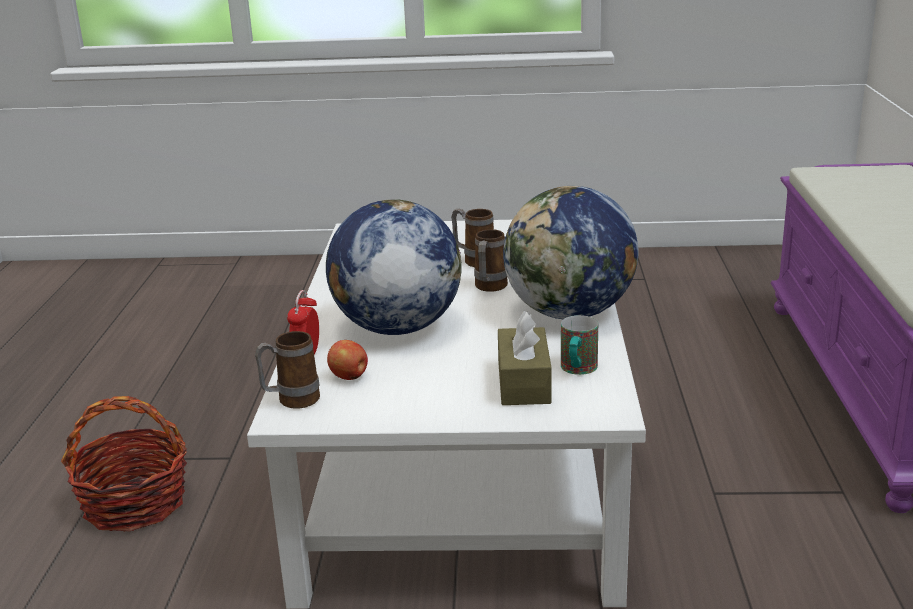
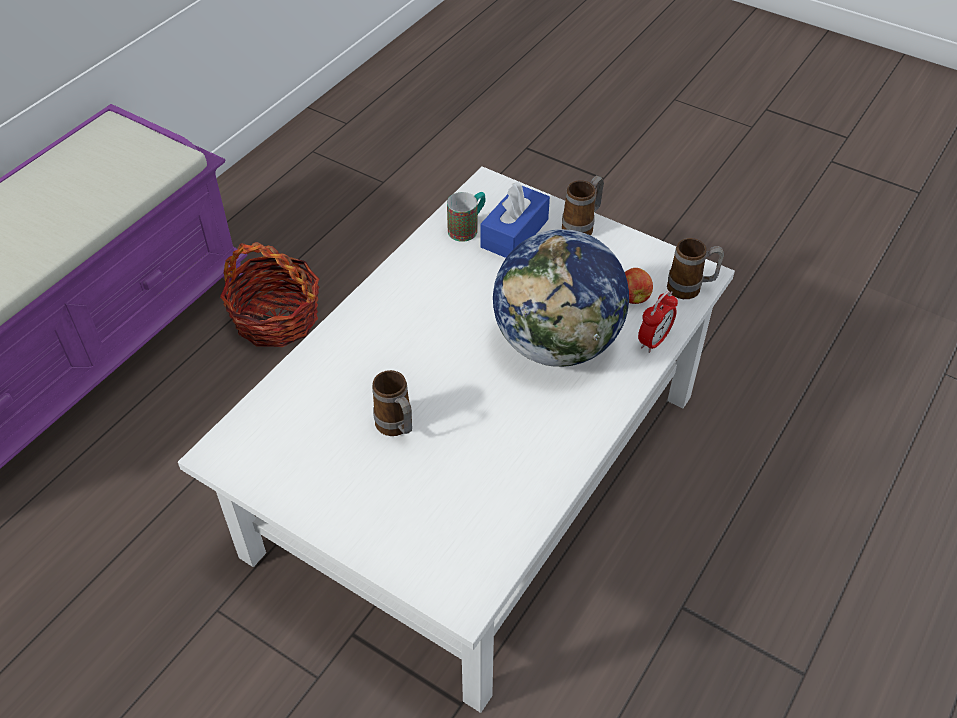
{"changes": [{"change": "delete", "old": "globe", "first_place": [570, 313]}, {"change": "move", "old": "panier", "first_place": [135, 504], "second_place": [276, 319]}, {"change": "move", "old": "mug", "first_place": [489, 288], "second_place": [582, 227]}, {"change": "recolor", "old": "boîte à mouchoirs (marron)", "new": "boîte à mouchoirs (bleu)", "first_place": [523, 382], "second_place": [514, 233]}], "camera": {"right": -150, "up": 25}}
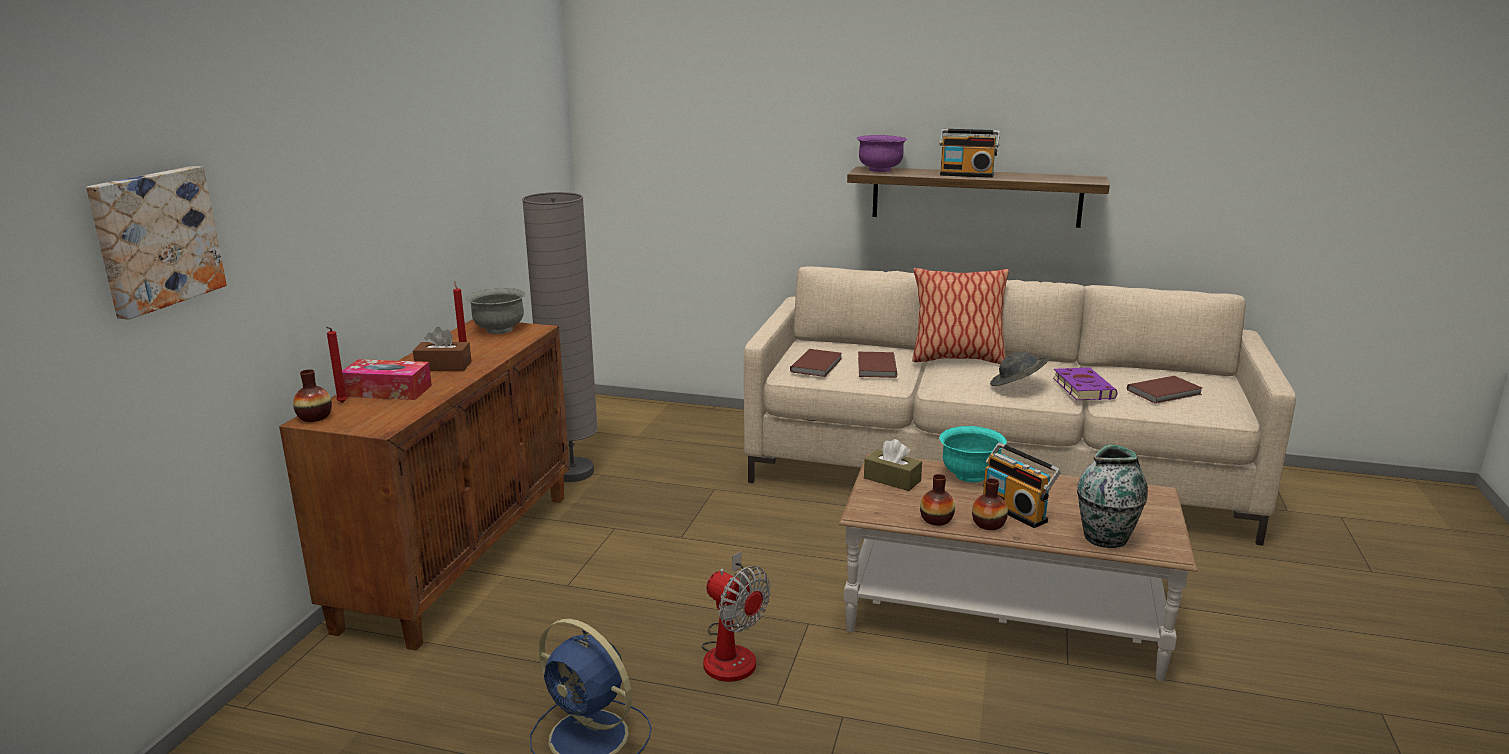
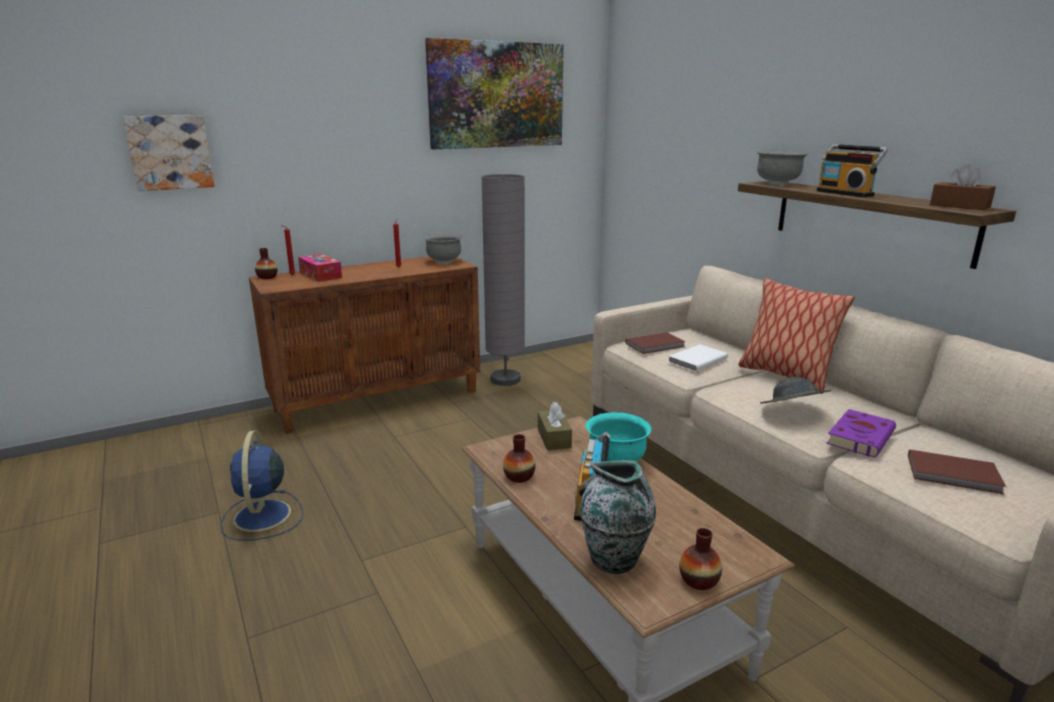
{"changes": [{"change": "delete", "old": "ventilateur", "first_place": [732, 652]}, {"change": "insert", "new": "tableau", "second_place": [497, 95]}, {"change": "move", "old": "boîte à mouchoirs (marron)", "first_place": [443, 366], "second_place": [959, 206]}, {"change": "move", "old": "vase", "first_place": [988, 524], "second_place": [699, 580]}, {"change": "recolor", "old": "bol (violet)", "new": "bol (gris)", "first_place": [880, 170], "second_place": [778, 183]}, {"change": "recolor", "old": "livre (marron)", "new": "livre (blanc)", "first_place": [875, 367], "second_place": [696, 360]}], "camera": {"right": 45, "up": 0}}
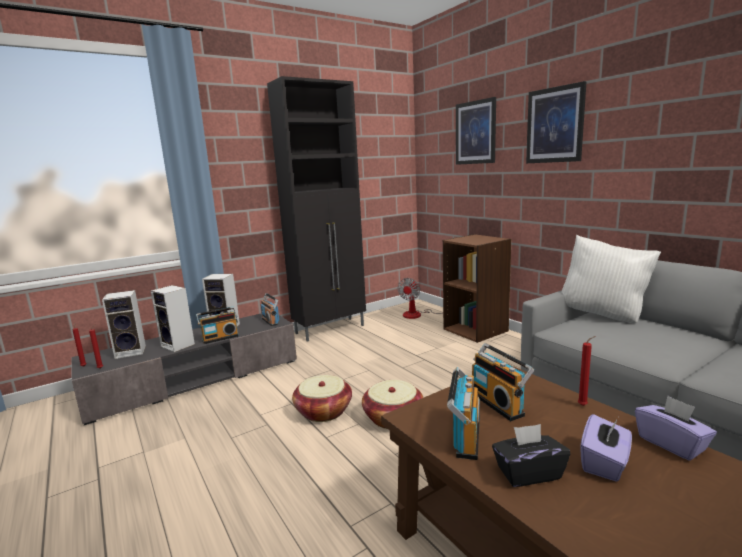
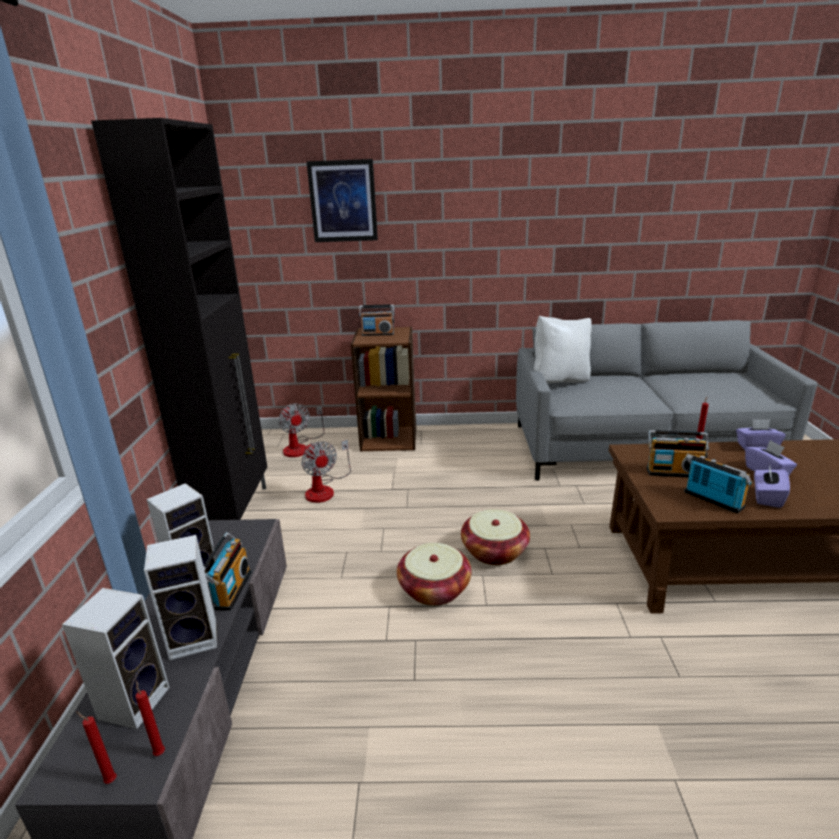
{"changes": [{"change": "delete", "old": "tableau", "first_place": [555, 125]}, {"change": "insert", "new": "ventilateur", "second_place": [325, 489]}, {"change": "move", "old": "radio", "first_place": [270, 321], "second_place": [378, 334]}, {"change": "recolor", "old": "boîte à mouchoirs (noir)", "new": "boîte à mouchoirs (violet)", "first_place": [528, 473], "second_place": [767, 497]}], "camera": {"right": -55, "up": 10}}
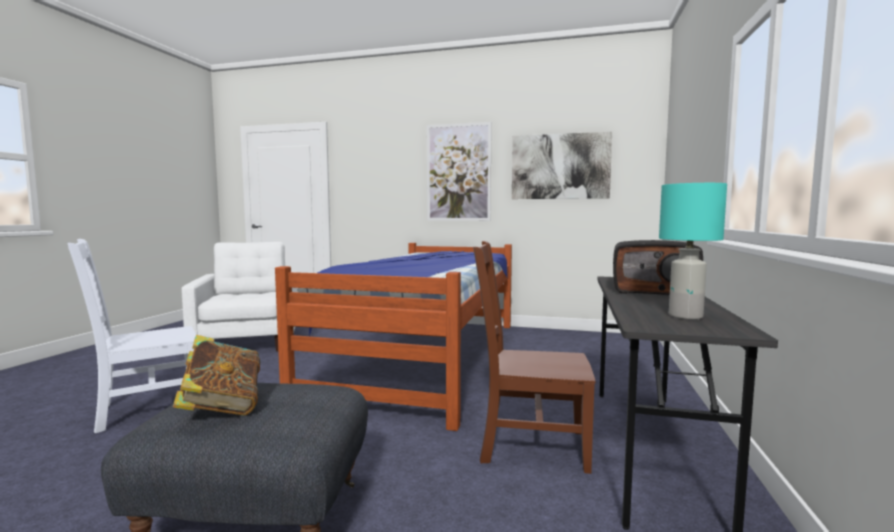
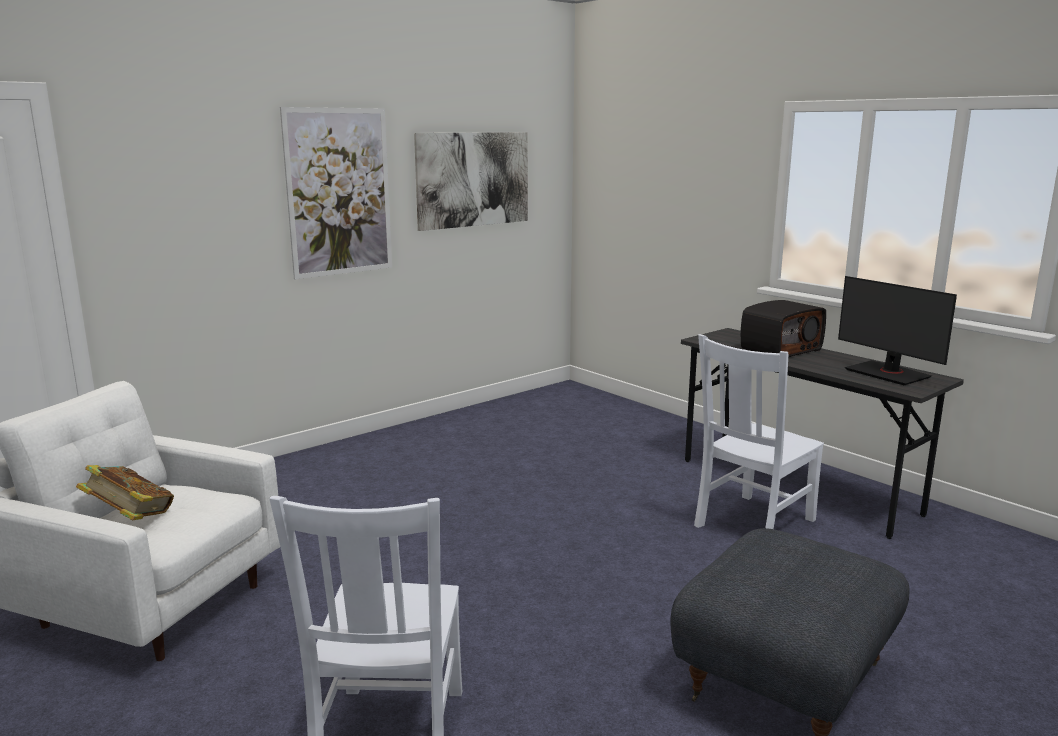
{"changes": [{"change": "delete", "old": "lit", "first_place": [424, 357]}, {"change": "move", "old": "livre", "first_place": [222, 408], "second_place": [130, 519]}, {"change": "replace", "old": "lampe de table (turquoise)", "new": "écran d'ordinateur", "first_place": [686, 316], "second_place": [888, 373]}, {"change": "recolor", "old": "chaise (marron)", "new": "chaise (blanc)", "first_place": [529, 445], "second_place": [752, 524]}], "camera": {"right": -55, "up": 10}}
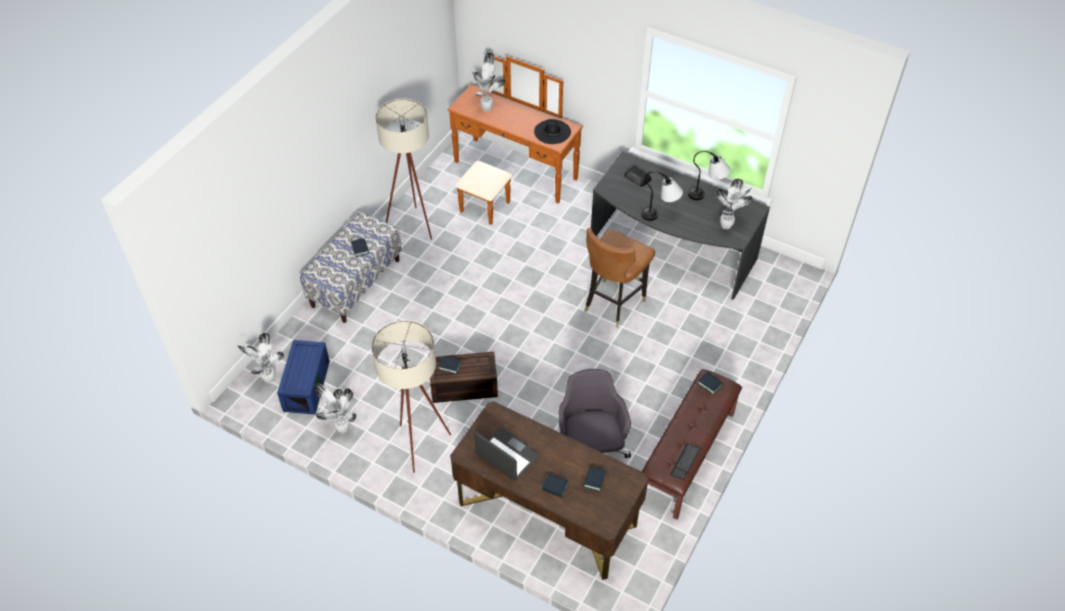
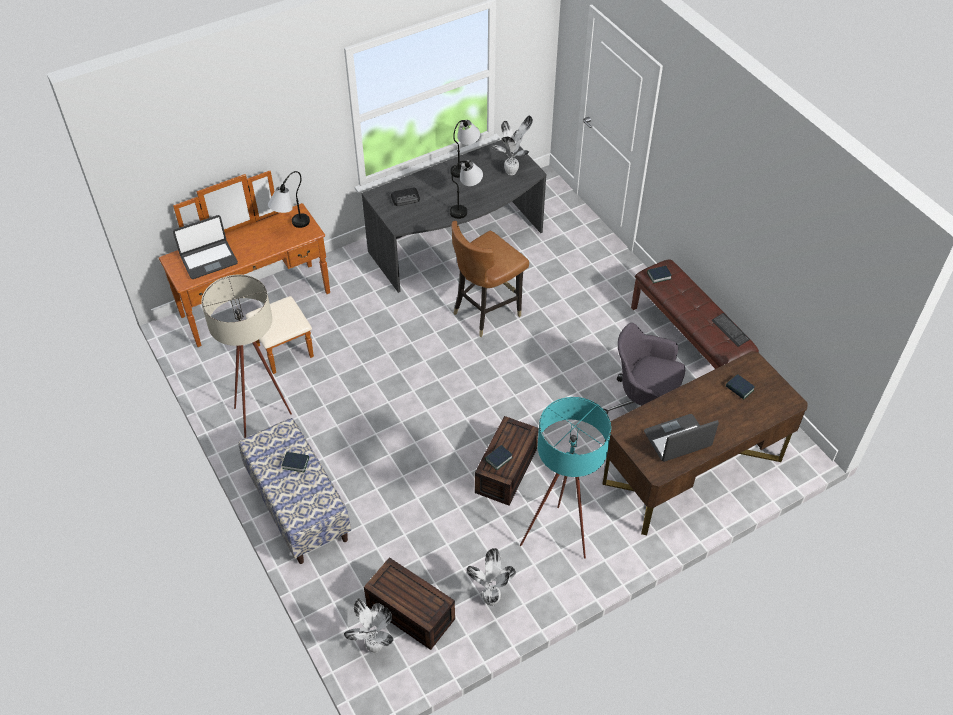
{"changes": [{"change": "delete", "old": "livre", "first_place": [555, 487]}, {"change": "replace", "old": "plante en pot", "new": "ordinateur portable", "first_place": [487, 108], "second_place": [209, 260]}, {"change": "replace", "old": "chapeau (noir)", "new": "lampe de table", "first_place": [552, 132], "second_place": [291, 227]}, {"change": "recolor", "old": "boîte de rangement (bleu)", "new": "boîte de rangement (marron)", "first_place": [306, 385], "second_place": [409, 612]}, {"change": "recolor", "old": "lampadaire (beige)", "new": "lampadaire (turquoise)", "first_place": [419, 450], "second_place": [560, 541]}, {"change": "rotate", "old": "chaise (marron)", "first_place": [613, 303], "second_place": [486, 312], "degrees": 75}], "camera": {"right": -60, "up": 0}}
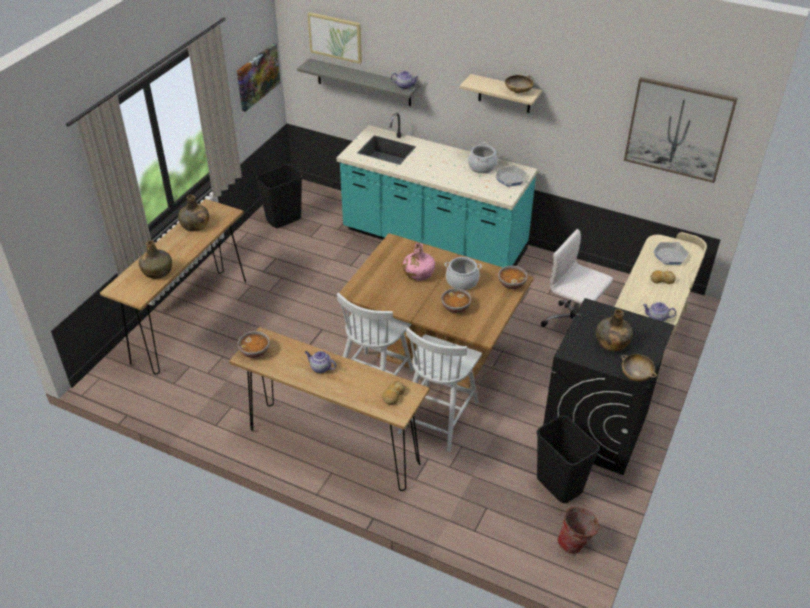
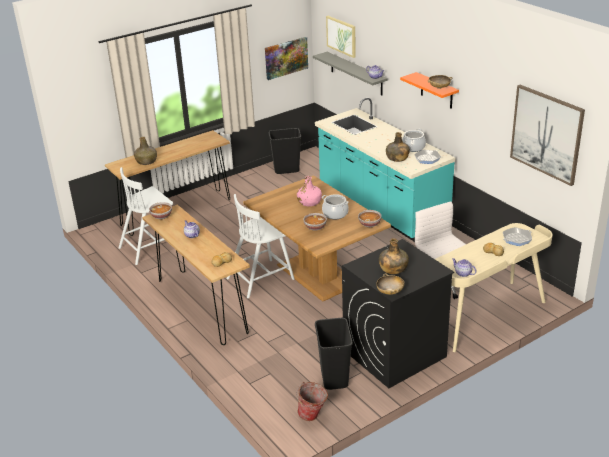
{"changes": [{"change": "move", "old": "bouteille (vert)", "first_place": [195, 225], "second_place": [397, 158]}, {"change": "move", "old": "chaise (blanc)", "first_place": [438, 416], "second_place": [151, 247]}, {"change": "recolor", "old": "étagère (beige)", "new": "étagère (orange)", "first_place": [504, 94], "second_place": [436, 91]}], "camera": {"right": 30, "up": -10}}
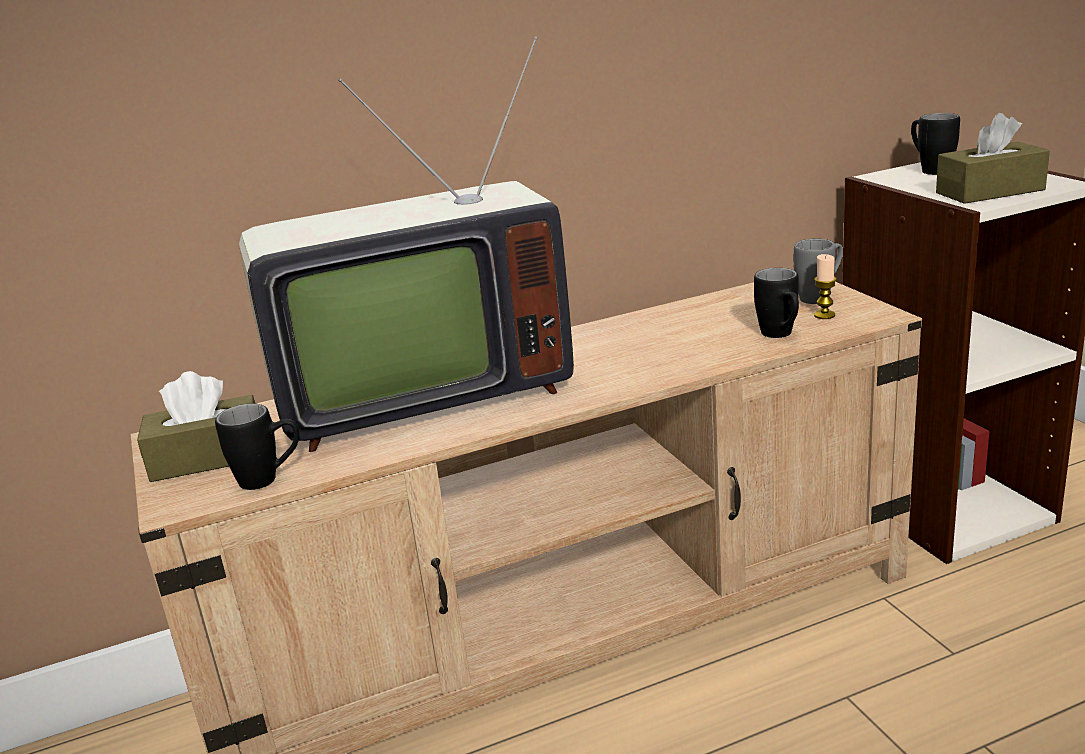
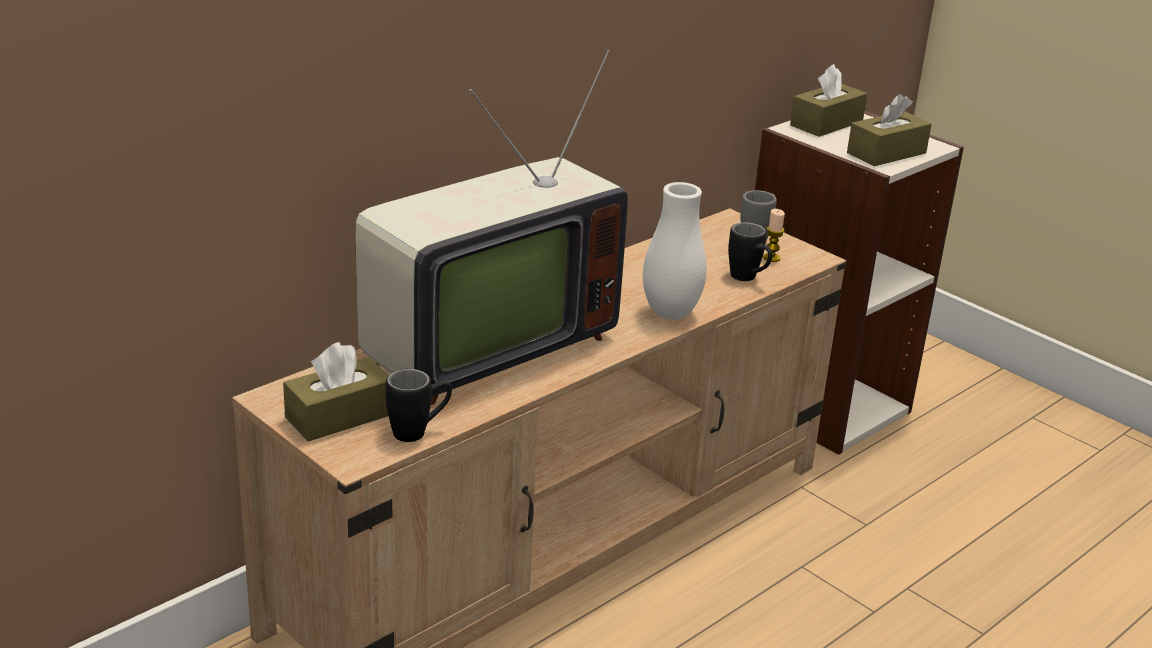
{"changes": [{"change": "insert", "new": "vase (blanc)", "second_place": [670, 314]}, {"change": "replace", "old": "mug (noir)", "new": "boîte à mouchoirs (marron)", "first_place": [929, 170], "second_place": [826, 123]}], "camera": {"right": -25, "up": 5}}
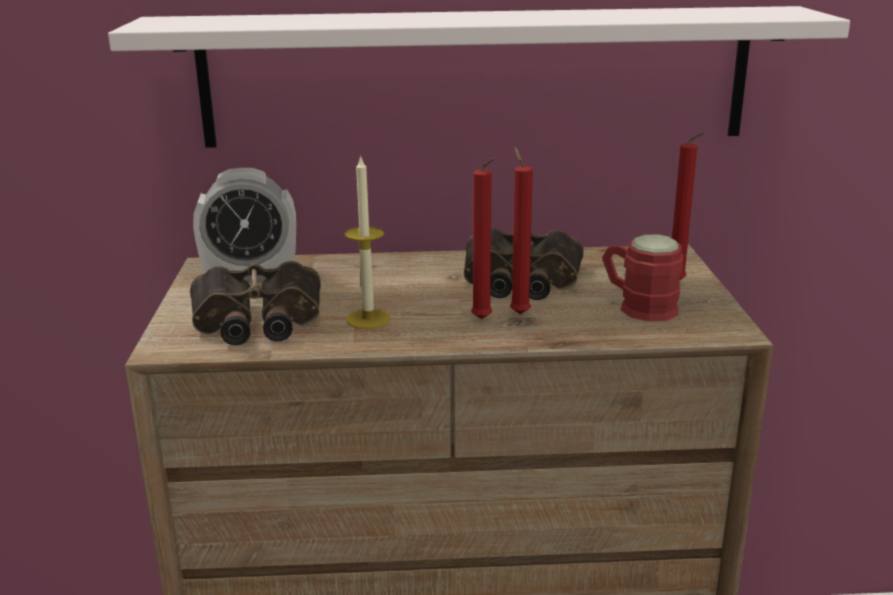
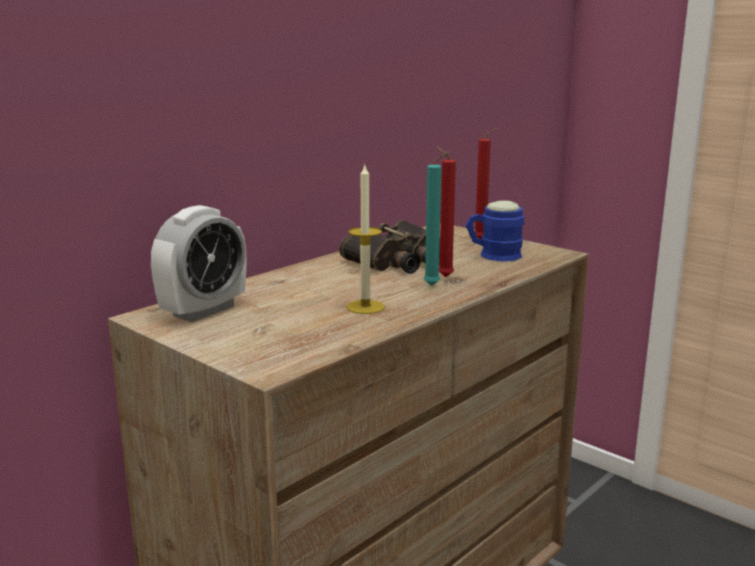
{"changes": [{"change": "delete", "old": "étagère (blanc)", "first_place": [475, 77]}, {"change": "delete", "old": "jumelles", "first_place": [257, 320]}, {"change": "recolor", "old": "bougie (rouge)", "new": "bougie (turquoise)", "first_place": [483, 320], "second_place": [434, 286]}, {"change": "recolor", "old": "mug (rouge)", "new": "mug (bleu)", "first_place": [638, 306], "second_place": [493, 255]}], "camera": {"right": -45, "up": -5}}
